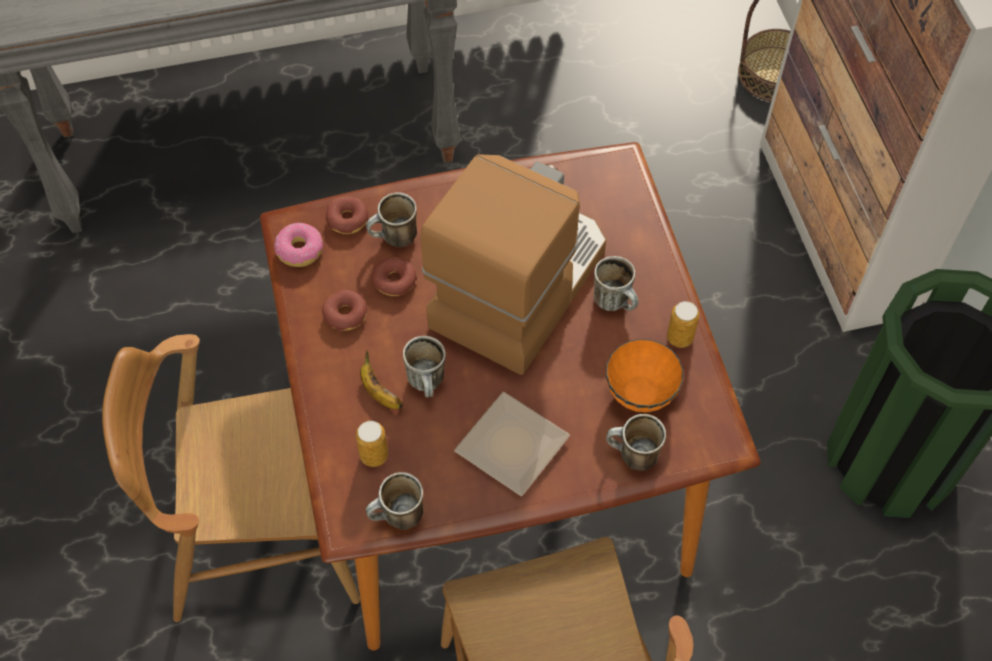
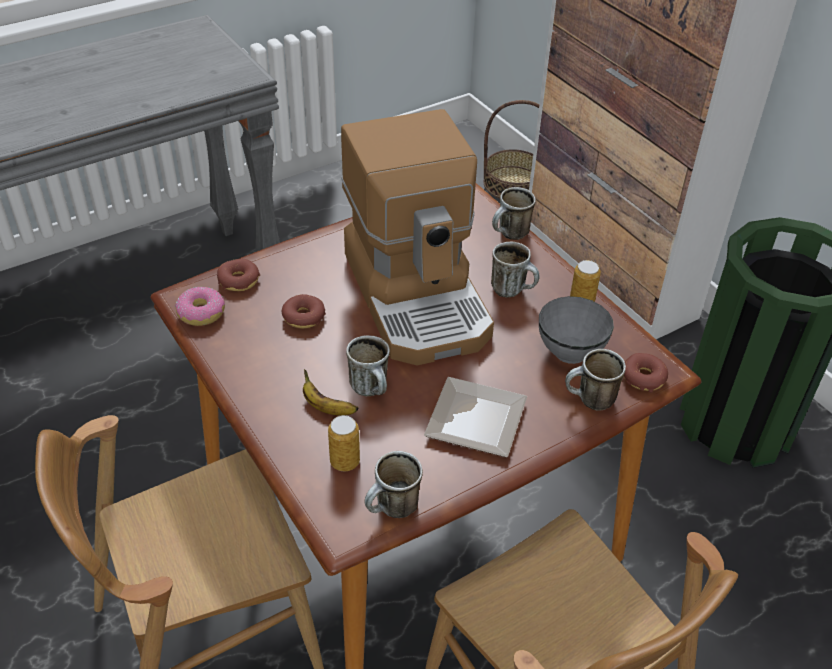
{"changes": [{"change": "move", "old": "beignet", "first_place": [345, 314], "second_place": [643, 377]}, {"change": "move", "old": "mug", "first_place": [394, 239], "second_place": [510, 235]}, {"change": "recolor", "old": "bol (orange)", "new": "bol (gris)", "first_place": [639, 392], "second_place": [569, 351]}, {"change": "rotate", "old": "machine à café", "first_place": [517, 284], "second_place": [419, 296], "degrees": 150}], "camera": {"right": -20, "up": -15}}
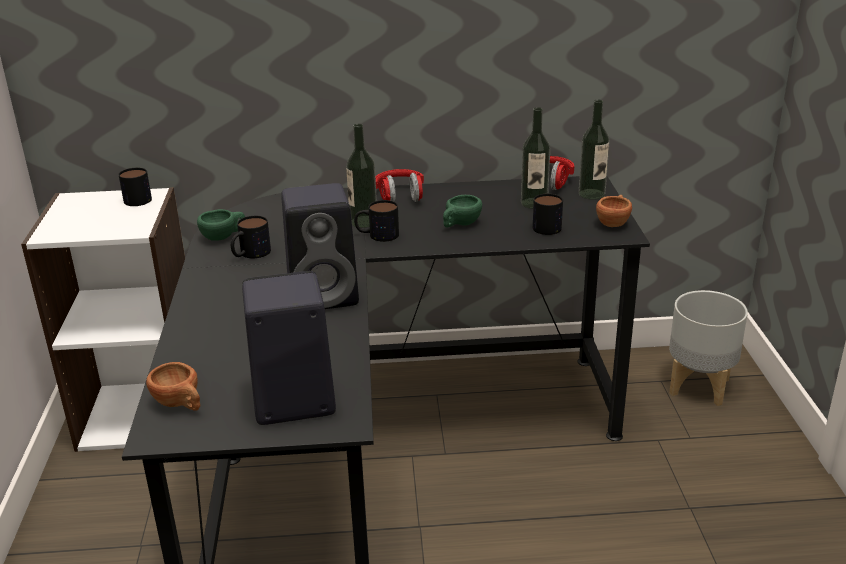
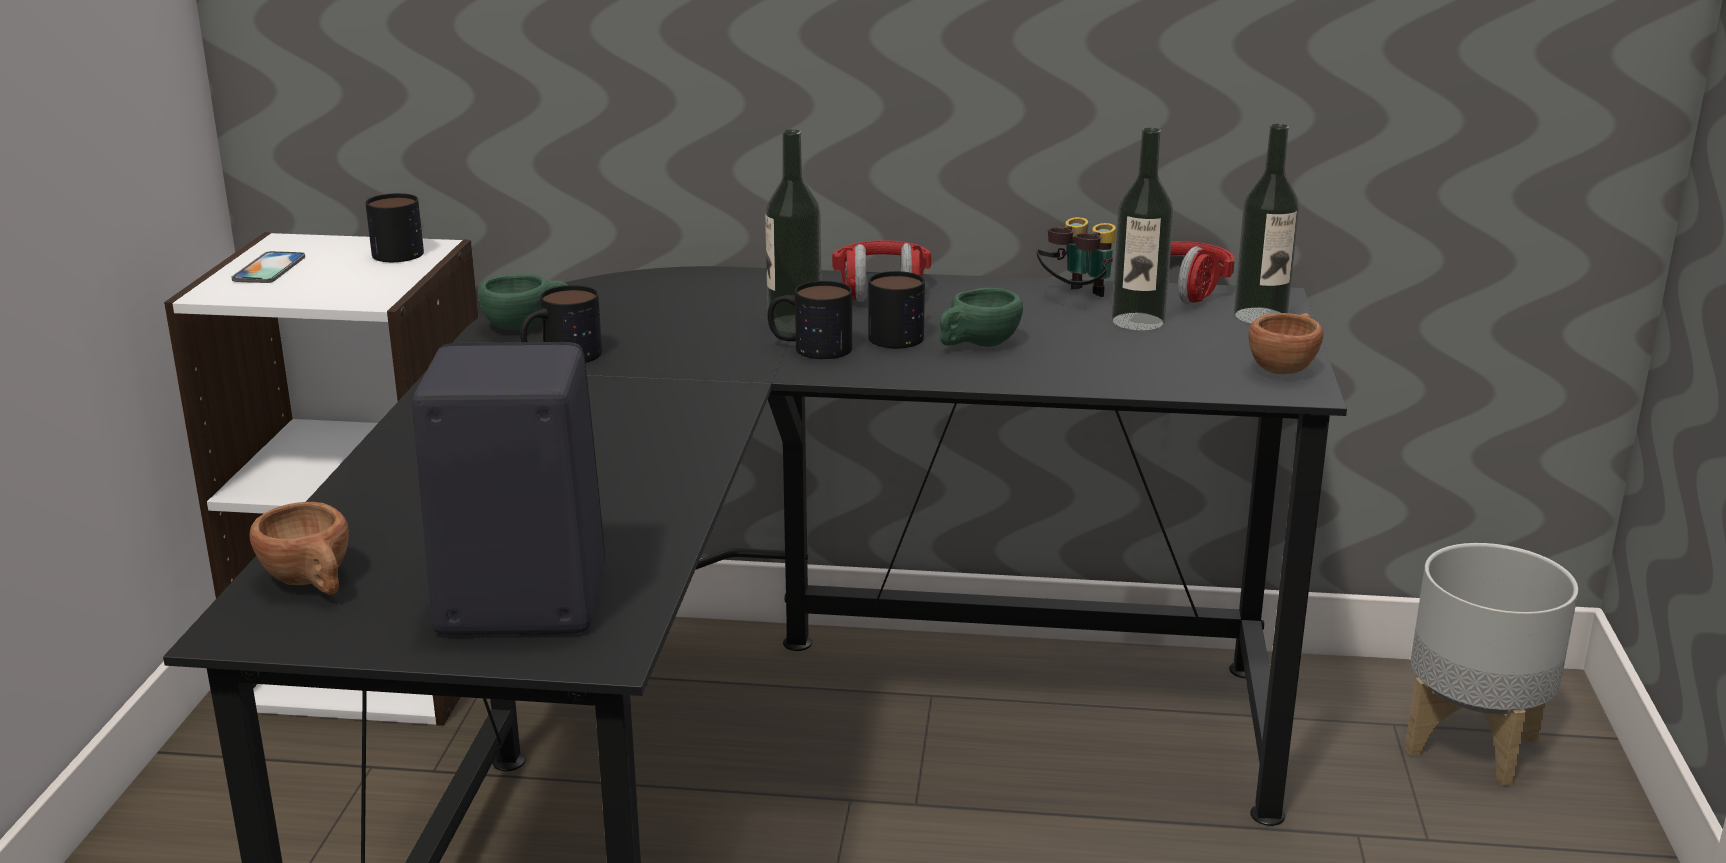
{"changes": [{"change": "delete", "old": "enceinte (noir)", "first_place": [325, 294]}, {"change": "insert", "new": "téléphone", "second_place": [269, 268]}, {"change": "insert", "new": "jumelles", "second_place": [1075, 298]}, {"change": "move", "old": "mug", "first_place": [548, 225], "second_place": [902, 334]}], "camera": {"right": 10, "up": -5}}
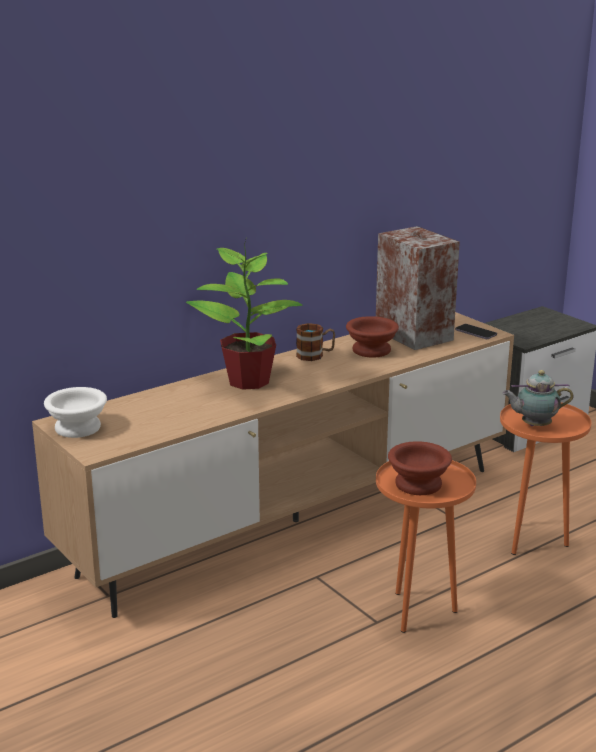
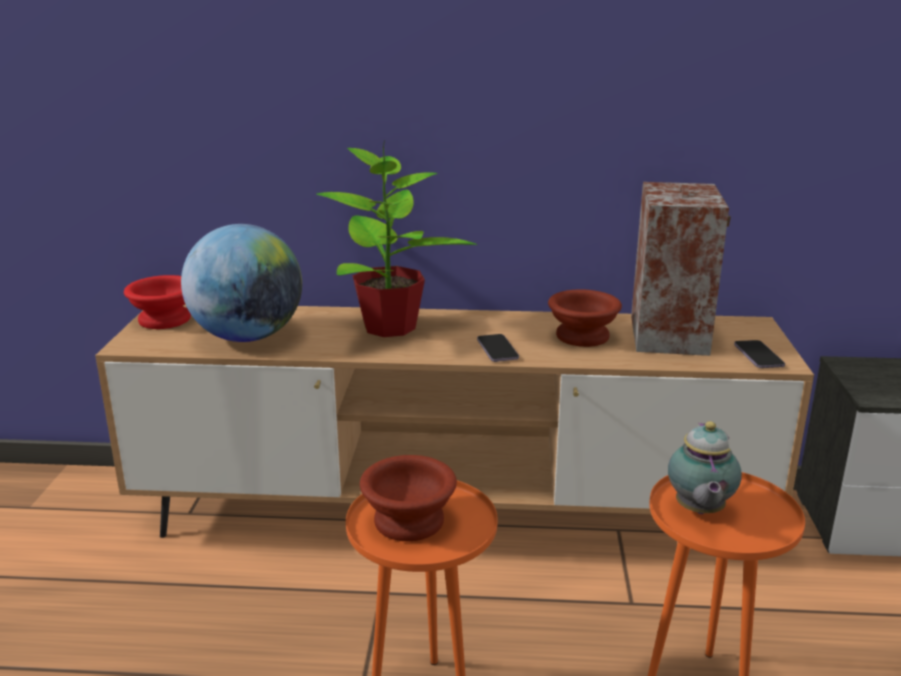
{"changes": [{"change": "delete", "old": "mug", "first_place": [315, 355]}, {"change": "insert", "new": "globe", "second_place": [248, 337]}, {"change": "insert", "new": "téléphone", "second_place": [497, 350]}, {"change": "recolor", "old": "bol (blanc)", "new": "bol (rouge)", "first_place": [76, 428], "second_place": [163, 319]}, {"change": "rotate", "old": "théière", "first_place": [533, 425], "second_place": [699, 511], "degrees": -120}], "camera": {"right": 40, "up": 0}}
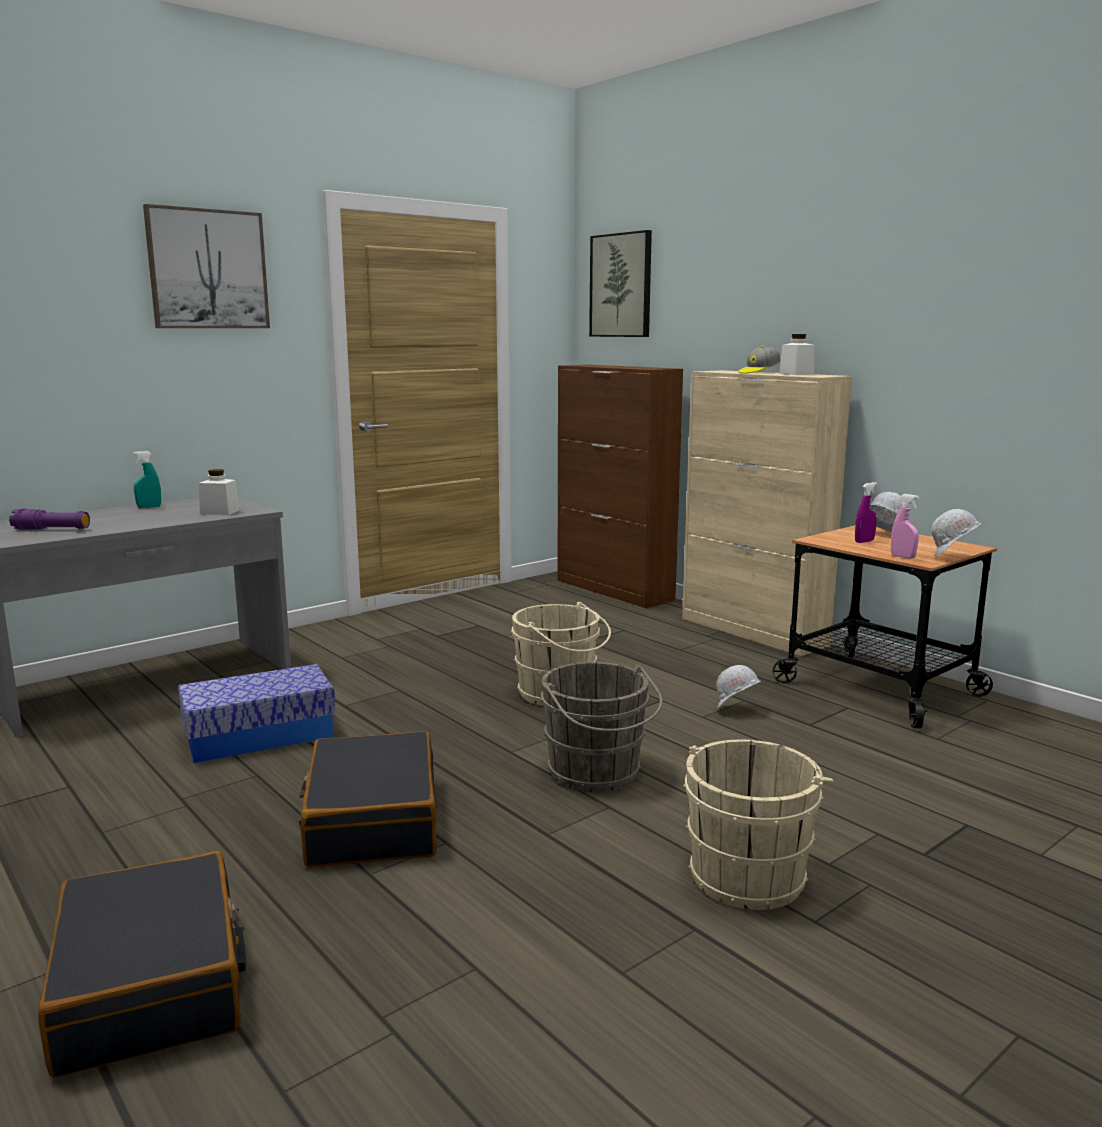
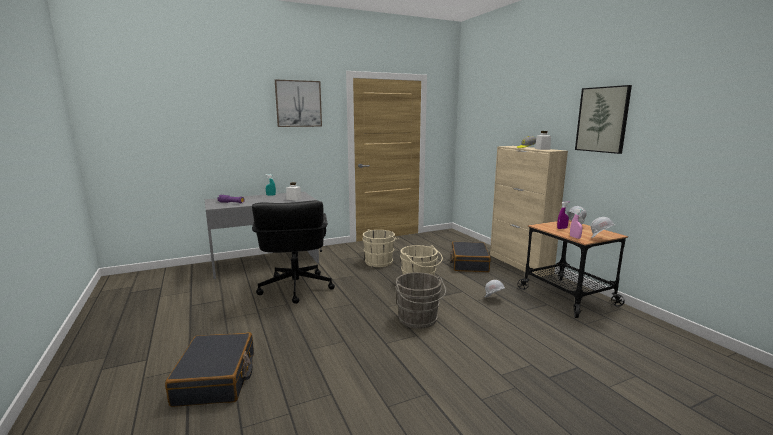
{"changes": [{"change": "delete", "old": "meuble de rangement (marron)", "first_place": [614, 590]}, {"change": "move", "old": "valise (noir)", "first_place": [372, 820], "second_place": [469, 263]}, {"change": "move", "old": "tableau", "first_place": [621, 285], "second_place": [602, 119]}, {"change": "move", "old": "seau (beige)", "first_place": [750, 874], "second_place": [380, 262]}, {"change": "replace", "old": "boîte de rangement", "new": "chaise de bureau (noir)", "first_place": [259, 736], "second_place": [295, 288]}], "camera": {"right": 15, "up": 0}}
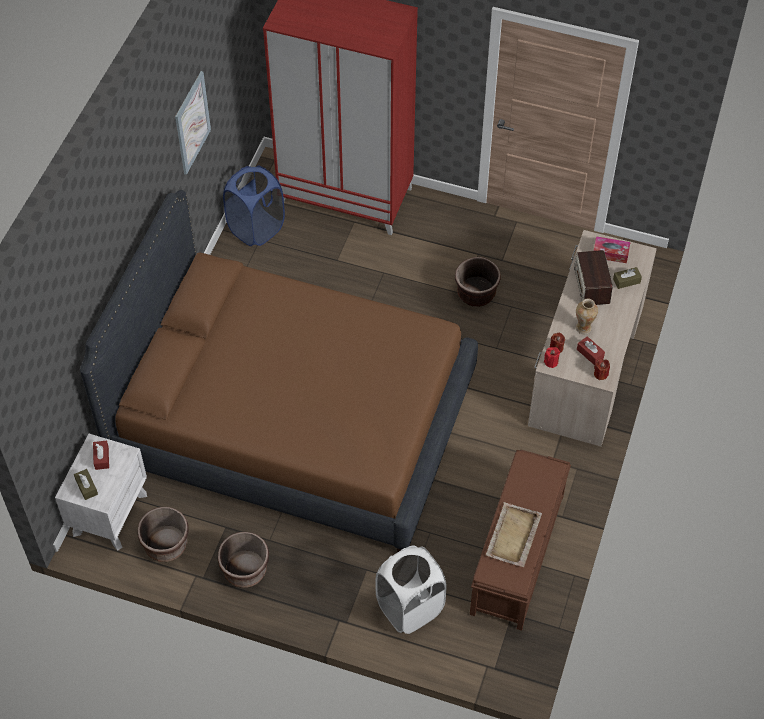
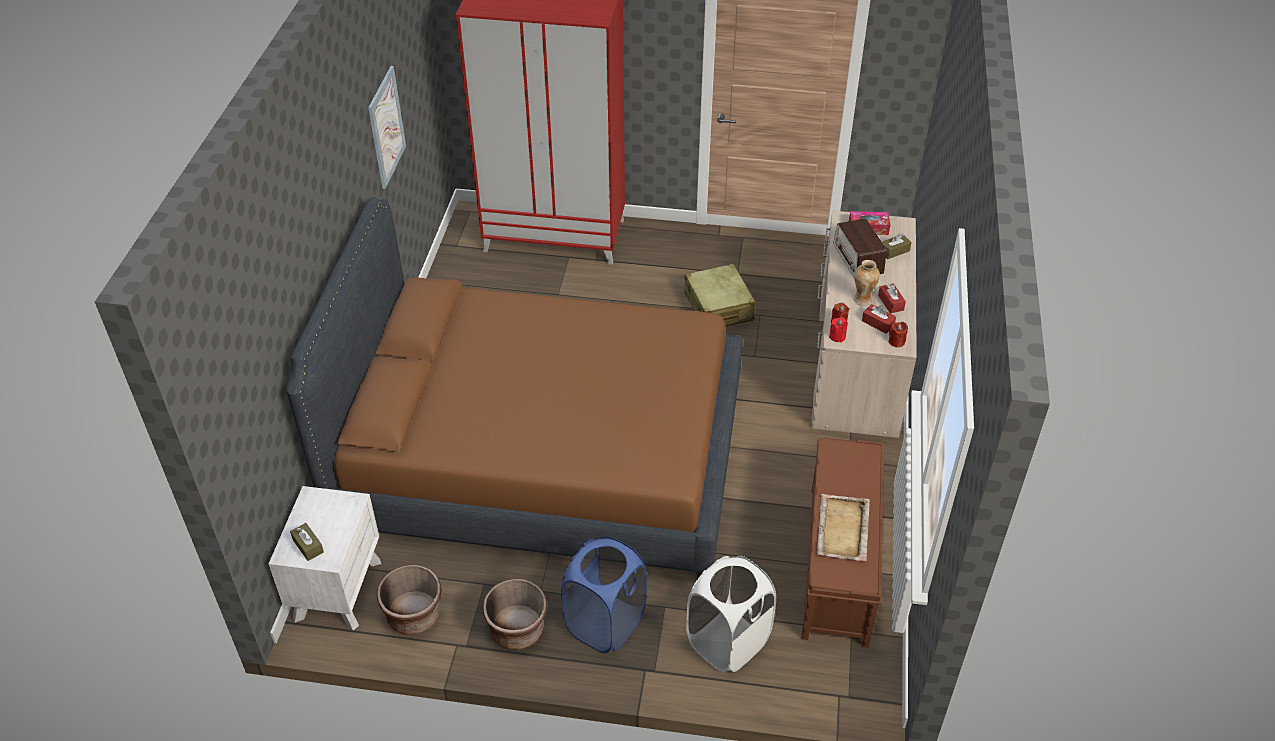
{"changes": [{"change": "move", "old": "boîte à mouchoirs (rouge)", "first_place": [101, 458], "second_place": [890, 303]}, {"change": "move", "old": "panier à linge (bleu)", "first_place": [256, 228], "second_place": [605, 623]}, {"change": "replace", "old": "cache-pot (marron)", "new": "valise (beige)", "first_place": [476, 293], "second_place": [718, 307]}], "camera": {"right": -10, "up": -10}}
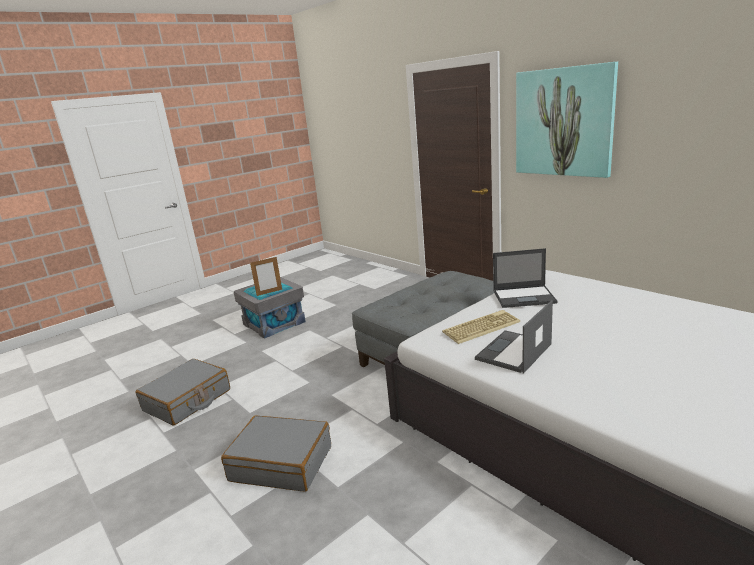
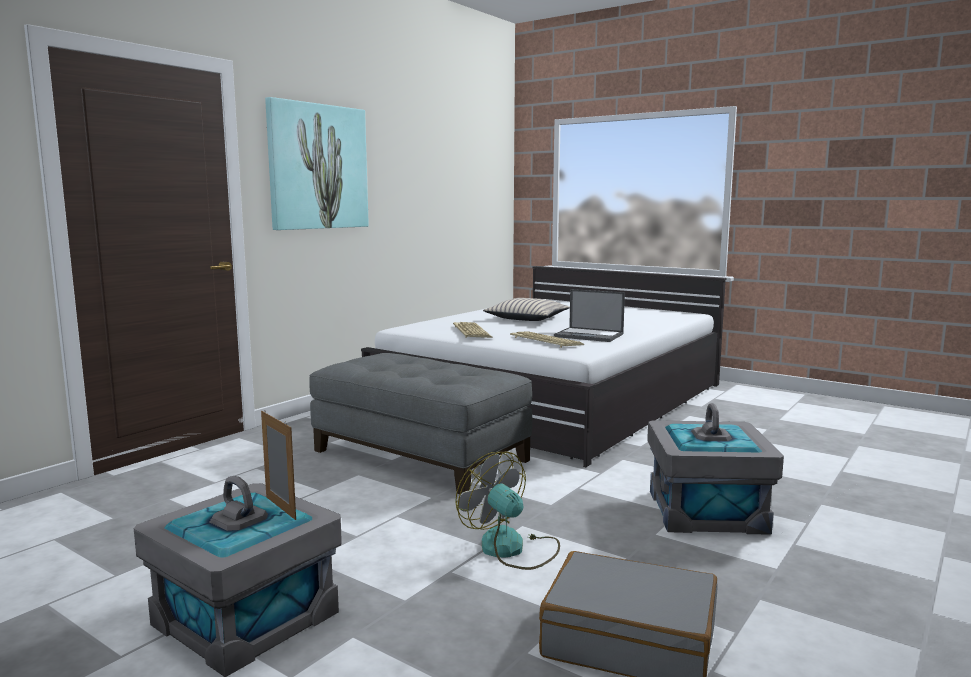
{"changes": [{"change": "insert", "new": "ventilateur", "second_place": [511, 549]}, {"change": "insert", "new": "coussin (beige)", "second_place": [527, 319]}, {"change": "replace", "old": "valise (gris)", "new": "boîte de rangement (gris)", "first_place": [281, 463], "second_place": [707, 511]}, {"change": "replace", "old": "ordinateur portable", "new": "clavier", "first_place": [524, 297], "second_place": [470, 331]}], "camera": {"right": -105, "up": -10}}
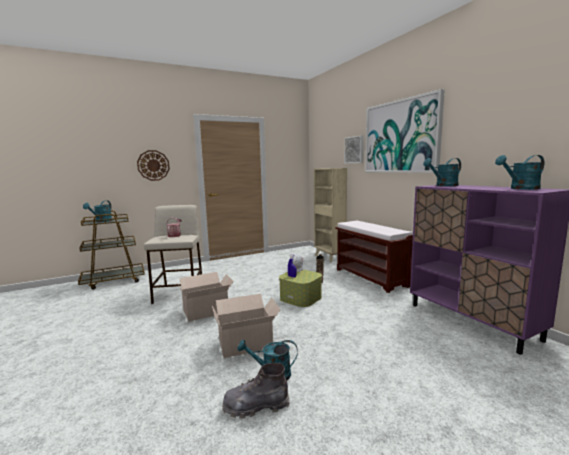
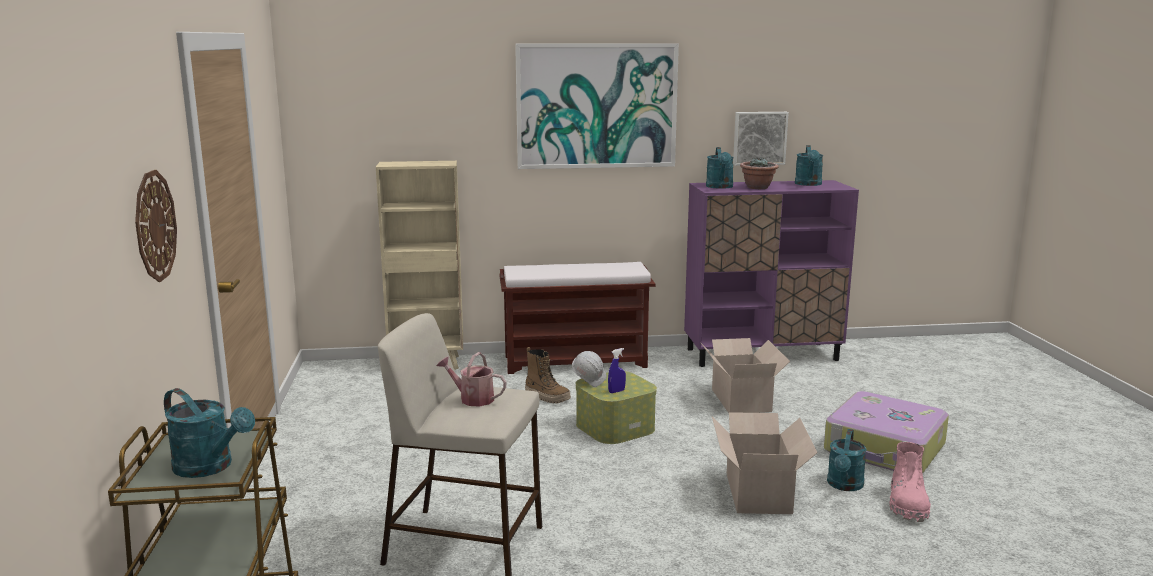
{"changes": [{"change": "insert", "new": "plante en pot", "second_place": [758, 187]}, {"change": "insert", "new": "valise", "second_place": [885, 449]}, {"change": "move", "old": "carton", "first_place": [207, 311], "second_place": [741, 399]}, {"change": "move", "old": "tableau", "first_place": [354, 150], "second_place": [759, 138]}, {"change": "recolor", "old": "botte (gris)", "new": "botte (rose)", "first_place": [256, 406], "second_place": [907, 504]}], "camera": {"right": -70, "up": 5}}
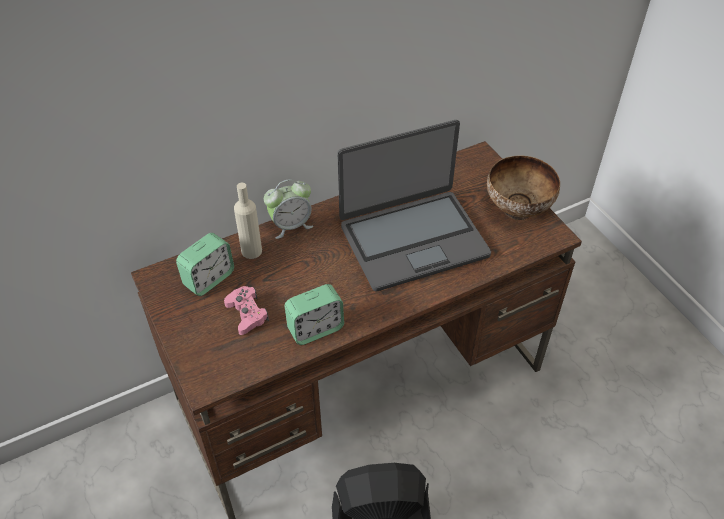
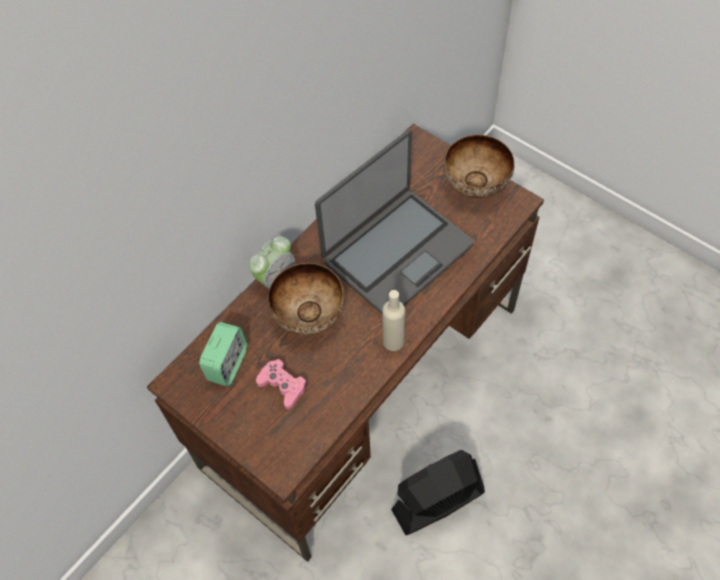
{"changes": [{"change": "delete", "old": "réveil", "first_place": [315, 329]}, {"change": "insert", "new": "bol", "second_place": [309, 316]}, {"change": "move", "old": "bouteille (beige)", "first_place": [251, 251], "second_place": [393, 341]}], "camera": {"right": -20, "up": 10}}
